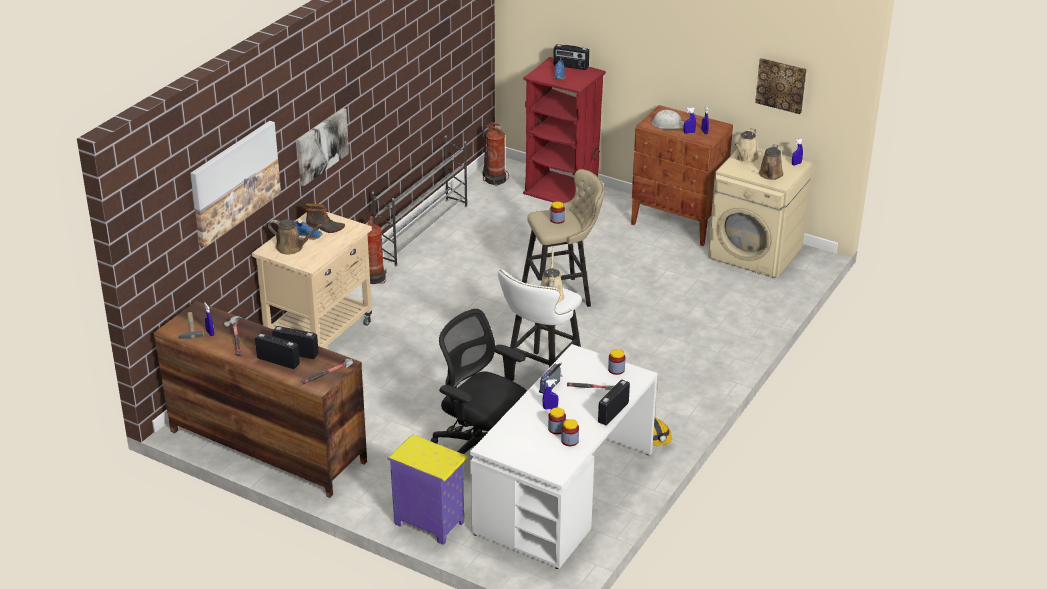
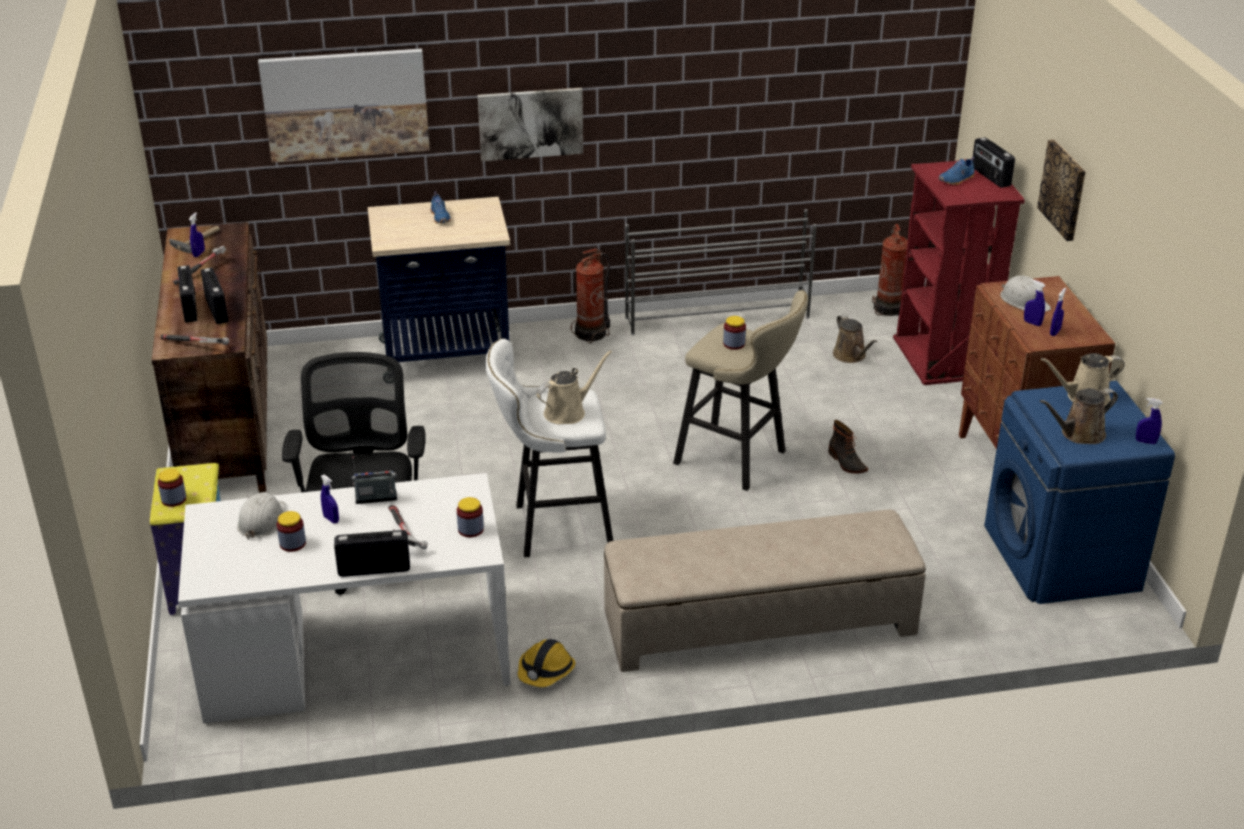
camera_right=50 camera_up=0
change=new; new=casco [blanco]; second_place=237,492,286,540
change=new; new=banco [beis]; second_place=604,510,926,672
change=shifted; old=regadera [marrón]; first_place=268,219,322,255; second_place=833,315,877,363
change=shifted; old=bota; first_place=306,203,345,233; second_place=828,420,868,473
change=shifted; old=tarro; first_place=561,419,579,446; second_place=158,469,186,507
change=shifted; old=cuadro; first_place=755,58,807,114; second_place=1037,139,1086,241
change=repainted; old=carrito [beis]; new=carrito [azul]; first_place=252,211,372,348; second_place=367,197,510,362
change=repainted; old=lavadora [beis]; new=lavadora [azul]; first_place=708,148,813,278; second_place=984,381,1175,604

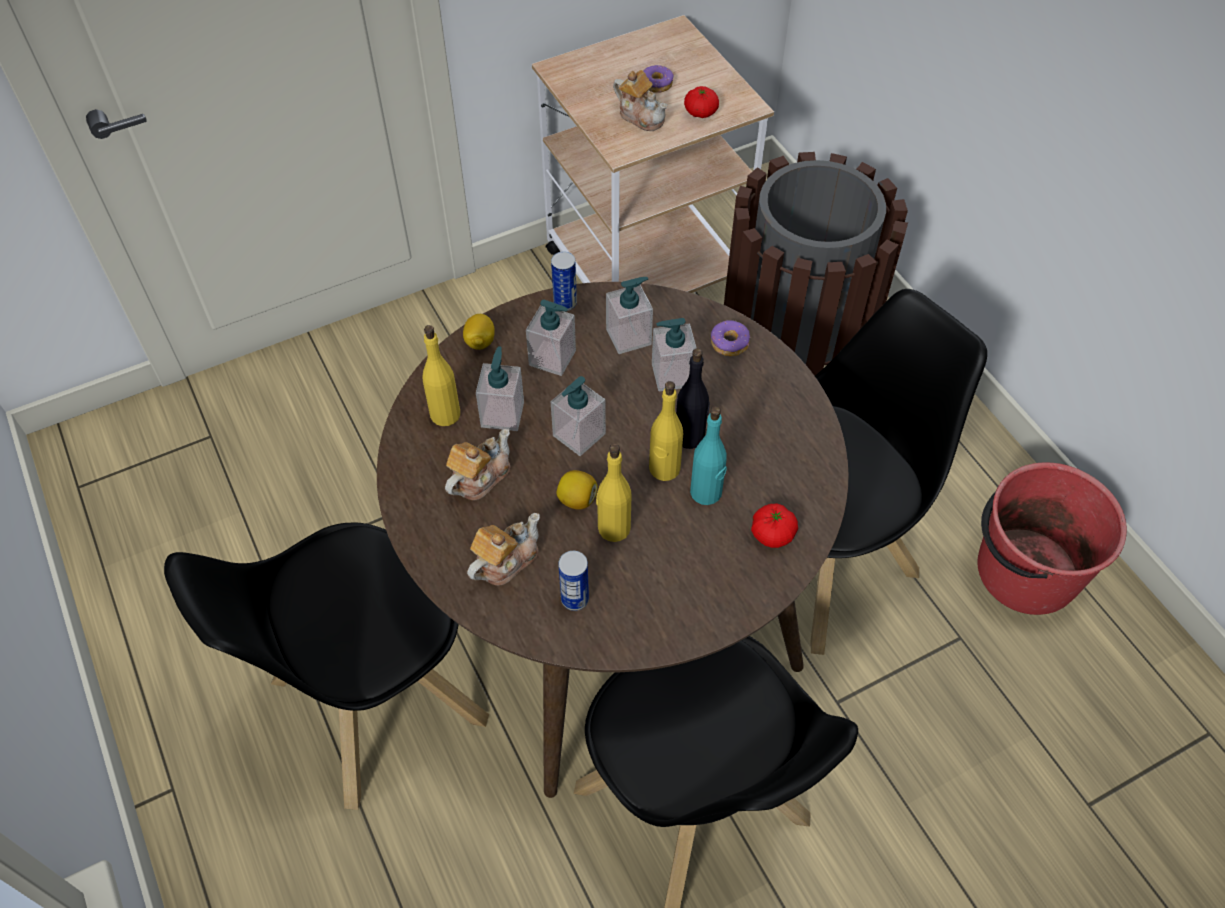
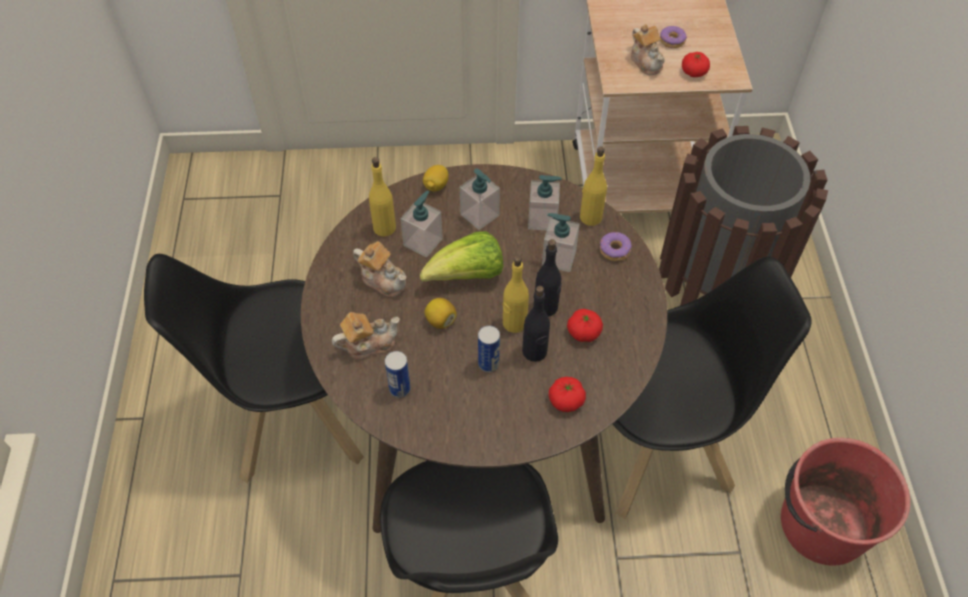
camera_right=25 camera_up=0
change=new; new=tomate; second_place=567,309,603,342
change=shifted; old=lata; first_place=551,251,577,311; second_place=478,325,500,372
change=shifted; old=botella [amarillo]; first_place=596,444,632,542; second_place=580,146,607,226
change=swapped; old=dispensador de jabón; new=lechuga; first_place=551,376,606,456; second_place=420,231,503,282
change=repainted; old=botella [turquesa]; new=botella [negro]; first_place=690,406,727,505; second_place=522,286,550,362
change=rotated; old=tetera; first_place=445,429,510,501; second_place=353,242,407,297; degrees=60

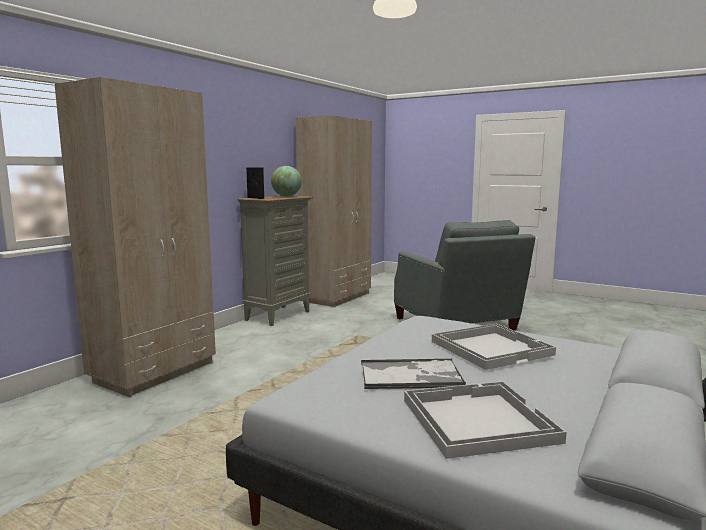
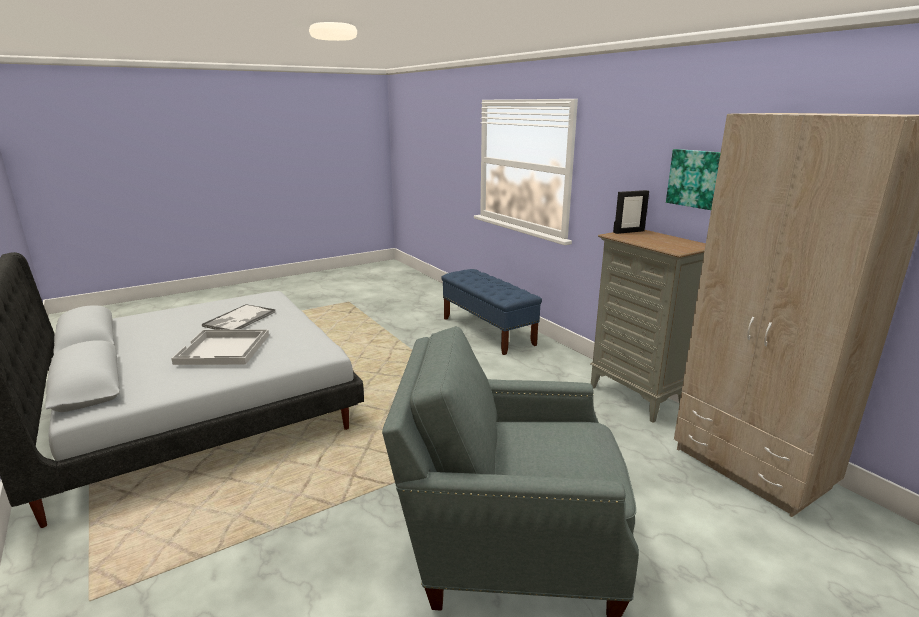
camera_right=115 camera_up=10
change=gone; old=globo terráqueo; first_place=271,166,302,197
change=gone; old=bandeja [blanco]; first_place=404,381,567,459
change=new; new=cuadro; second_place=666,149,721,210
change=swapped; old=armario ropero [beis]; new=banco [azul]; first_place=55,77,216,397; second_place=441,269,542,355

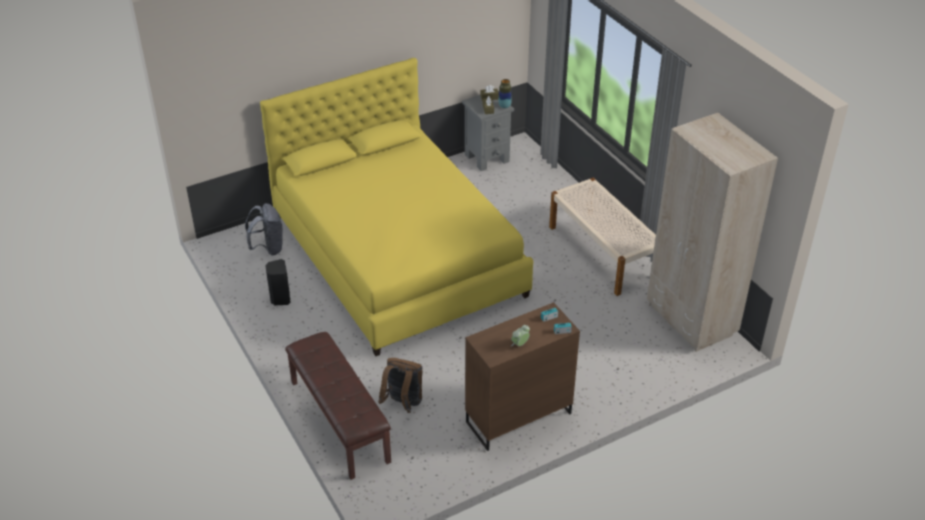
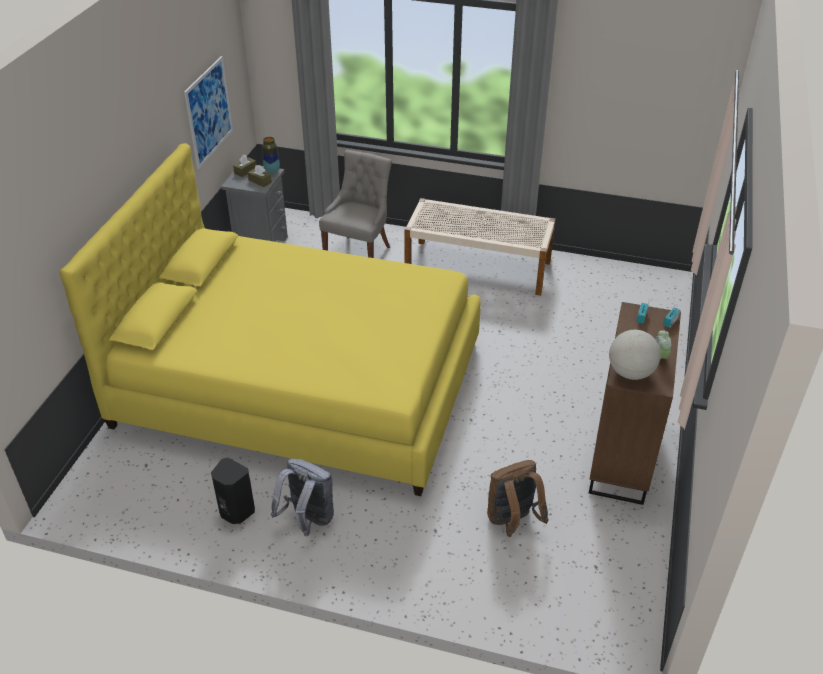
camera_right=-45 camera_up=0
change=gone; old=banco [marrón]; first_place=285,332,391,480
change=gone; old=armario ropero [beis]; first_place=647,113,778,352
change=new; new=cuadro; second_place=184,56,233,169
change=new; new=silla [gris]; second_place=319,150,392,258
change=new; new=globo terráqueo; second_place=609,330,661,380
change=shifted; old=mochila [gris]; first_place=245,203,283,256; second_place=271,459,334,536

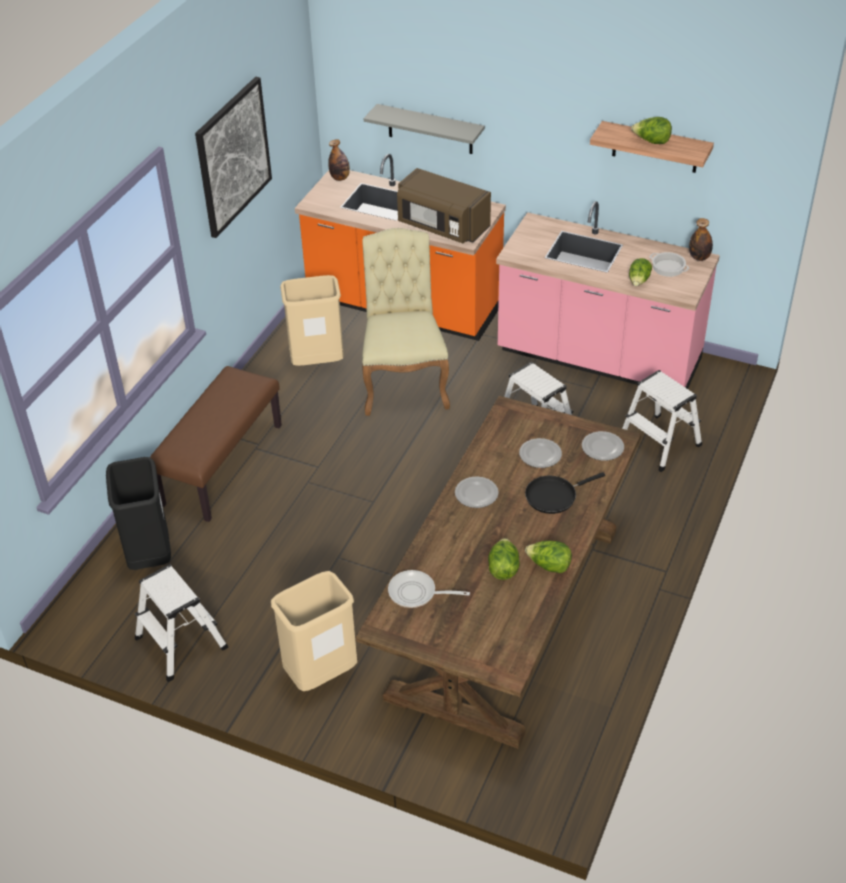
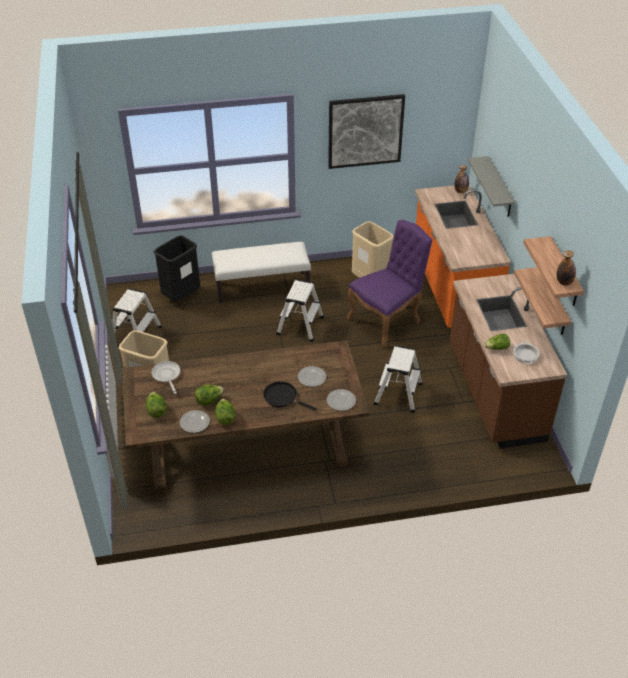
camera_right=55 camera_up=0
change=gone; old=microondas [marrón]; first_place=397,168,491,243
change=new; new=estante; second_place=514,267,572,335
change=shifted; old=plato; first_place=455,477,499,508; second_place=180,410,210,433
change=shifted; old=escalera de tijera [blanco]; first_place=622,370,702,472; second_place=276,279,324,342
change=shifted; old=lechuga; first_place=631,117,672,144; second_place=146,392,167,418
change=shifted; old=botella; first_place=689,218,713,261; second_place=557,251,576,285
change=repainted; old=banco [marrón]; new=banco [blanco]; first_place=150,366,282,522; second_place=212,242,311,303
change=repainted; old=silla [beis]; new=silla [morado]; first_place=362,228,450,416; second_place=347,219,432,349
change=repainted; old=mueble bajo de cocina [rosa]; new=mueble bajo de cocina [marrón]; first_place=496,201,720,389; second_place=450,274,567,449

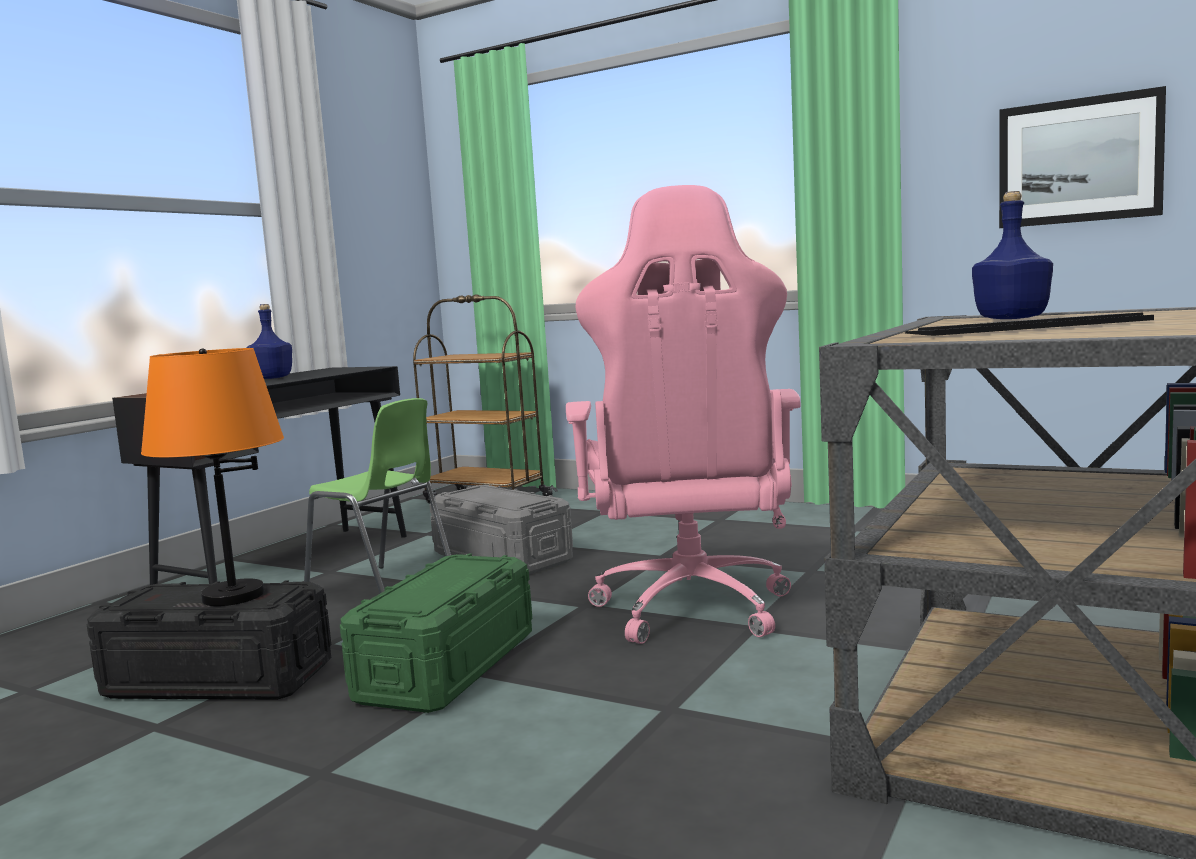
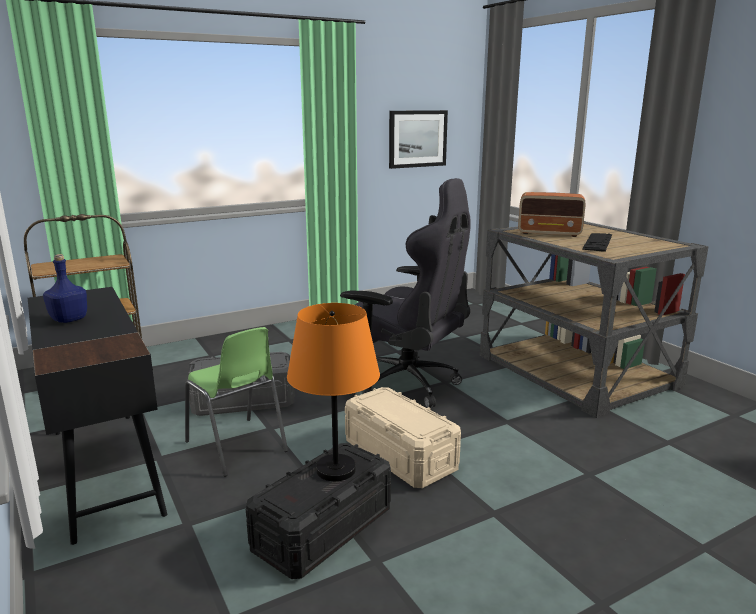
camera_right=-60 camera_up=10
change=swapped; old=botella [azul]; new=radio; first_place=972,191,1053,319; second_place=518,192,586,237
change=repainted; old=caja de almacenaje [verde]; new=caja de almacenaje [beis]; first_place=340,553,532,713; second_place=345,387,461,488
change=repainted; old=silla de oficina [rosa]; new=silla de oficina [negro]; first_place=566,185,801,644; second_place=340,178,471,408
change=rotated; old=silla [verde]; first_place=304,398,451,593; second_place=185,327,288,477; degrees=75

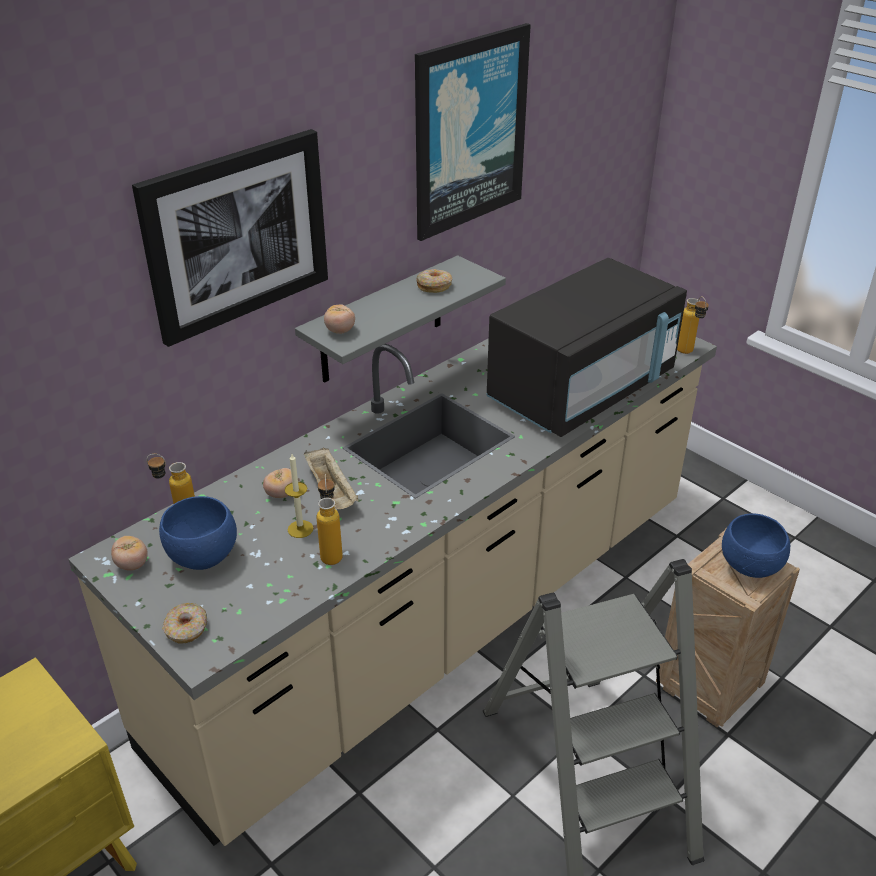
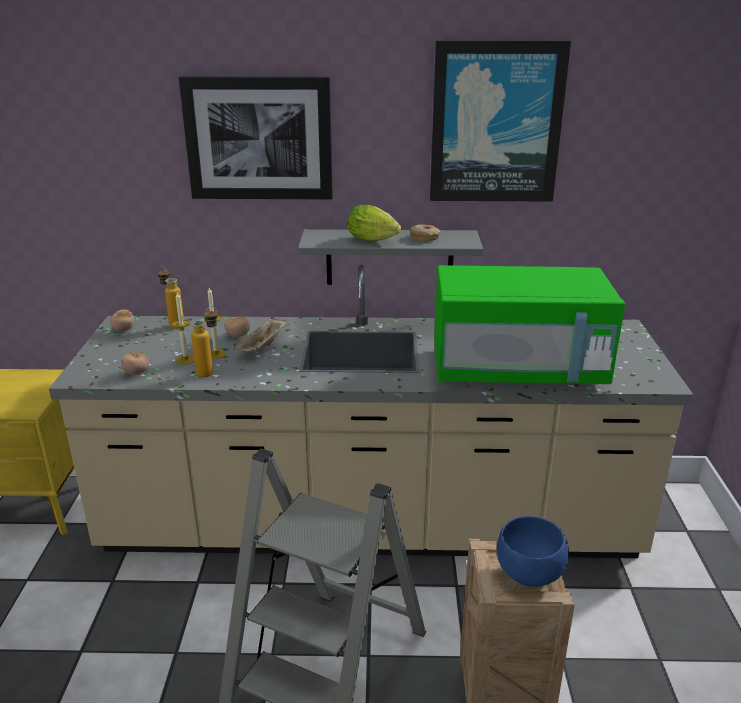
camera_right=45 camera_up=-10
change=gone; old=cuenco [azul]; first_place=159,496,237,570
change=gone; old=rosquilla; first_place=162,603,207,644
change=gone; old=botella; first_place=677,296,709,354
change=new; new=vela; second_place=173,292,194,365
change=new; new=lechuga; second_place=348,205,401,241
change=shifted; old=tomate; first_place=324,304,355,334; second_place=121,351,150,375
change=repainted; old=microondas [negro]; new=microondas [verde]; first_place=486,258,687,437; second_place=434,265,625,384

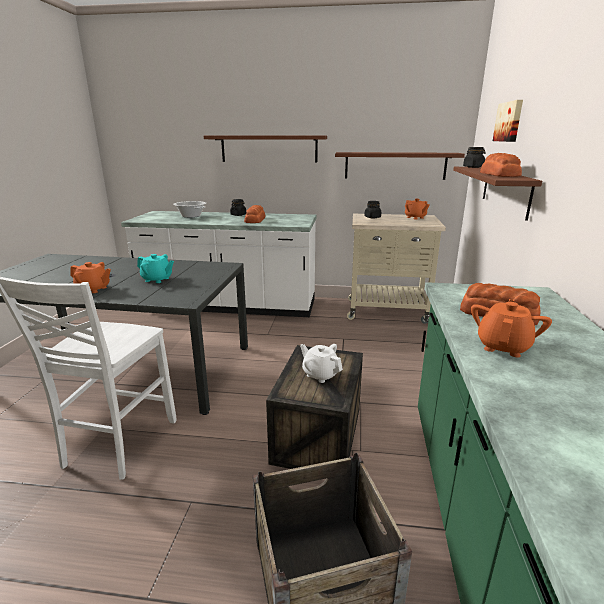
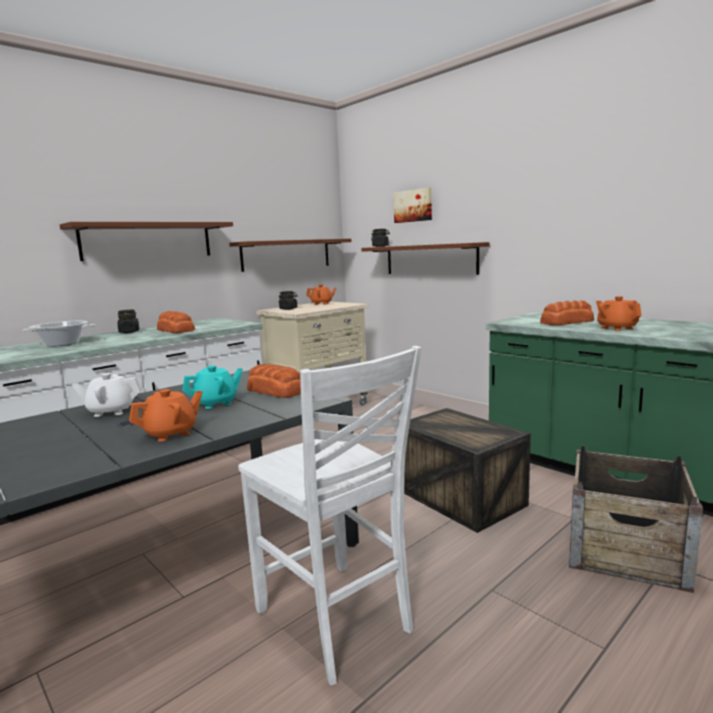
camera_right=-50 camera_up=-10
change=shifted; old=tetera [blanco]; first_place=300,344,343,383; second_place=72,373,142,417
change=shifted; old=pan; first_place=480,153,522,177; second_place=247,364,301,398

